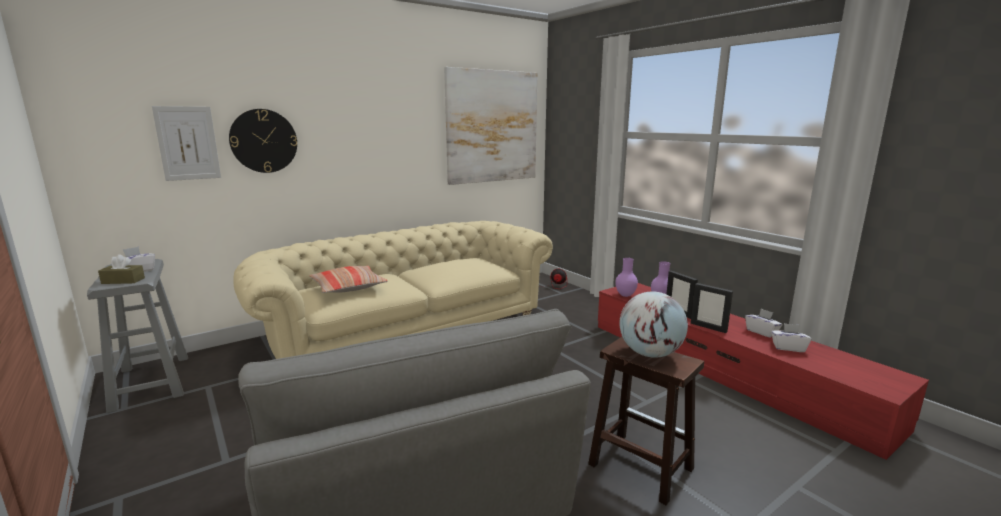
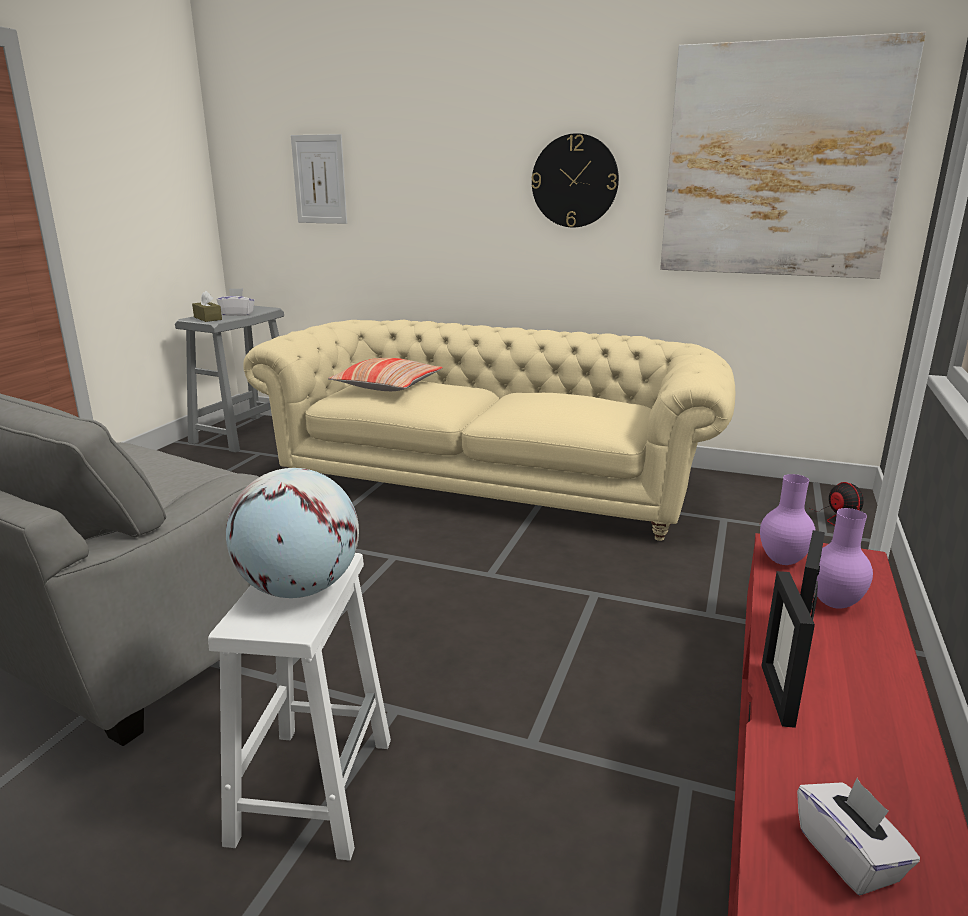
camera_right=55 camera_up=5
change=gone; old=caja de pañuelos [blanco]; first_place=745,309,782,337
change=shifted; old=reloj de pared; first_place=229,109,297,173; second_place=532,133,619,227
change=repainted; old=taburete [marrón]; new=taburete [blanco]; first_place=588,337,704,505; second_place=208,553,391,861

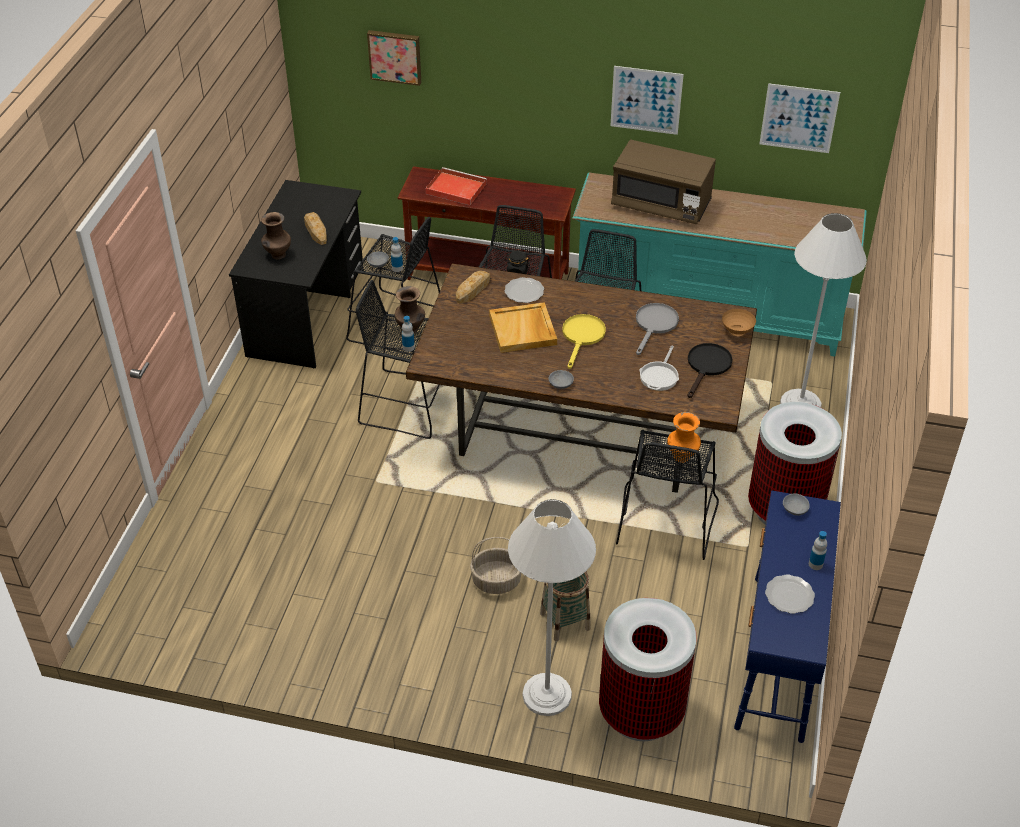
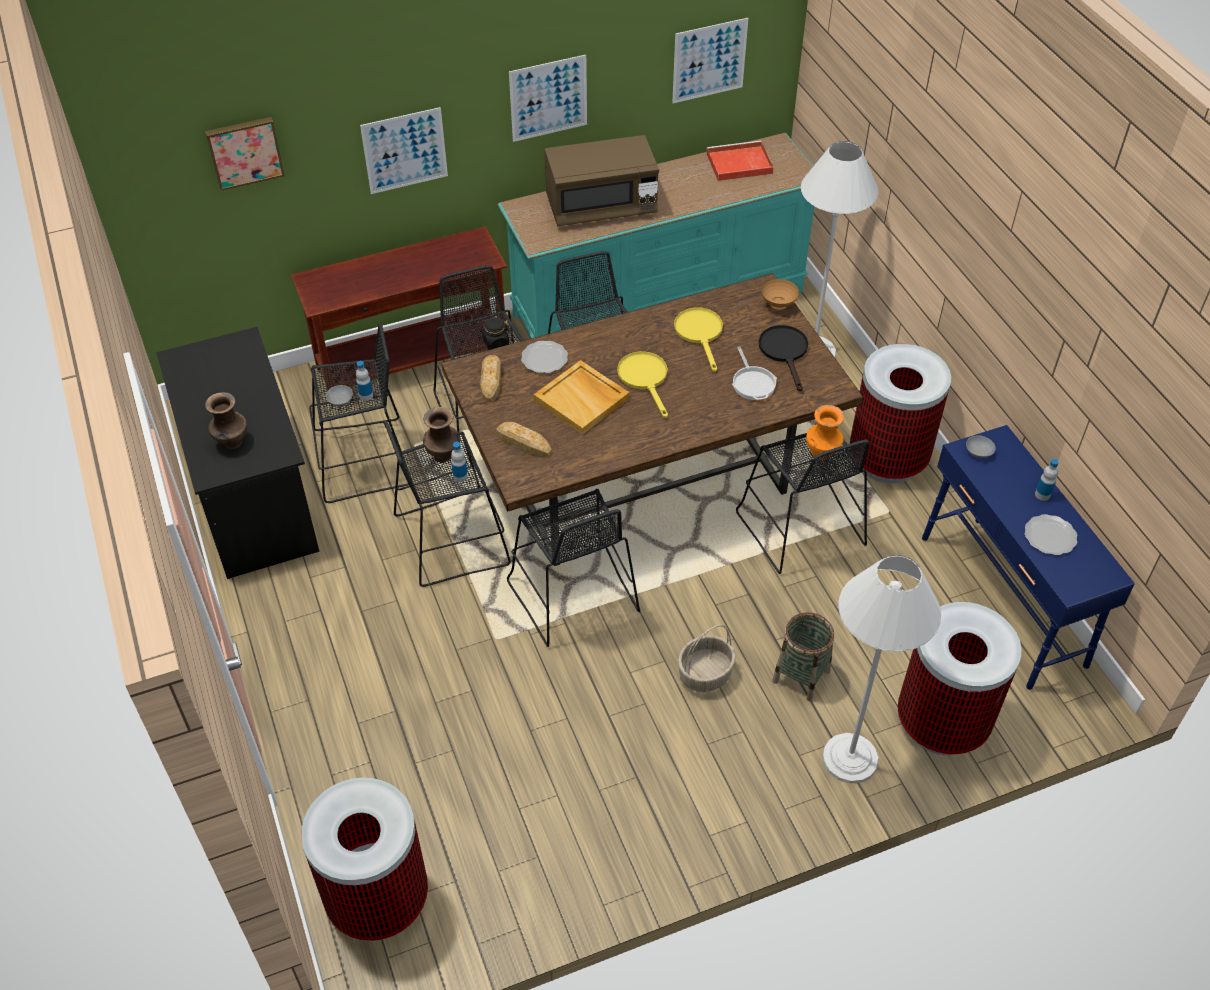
camera_right=-35 camera_up=5
change=gone; old=cuenco [gris]; first_place=548,370,574,389
change=new; new=papelera; second_place=301,778,428,941
change=new; new=cuadro; second_place=360,107,448,194
change=new; new=taburete [negro]; second_place=507,489,640,647
change=shifted; old=pan; first_place=304,212,327,245; second_place=496,422,552,458
change=shifted; old=bandeja [rojo]; first_place=425,167,487,205; second_place=707,140,774,181
change=repainted; old=sartén [gris]; new=sartén [amarillo]; first_place=636,303,679,355; second_place=674,307,723,372

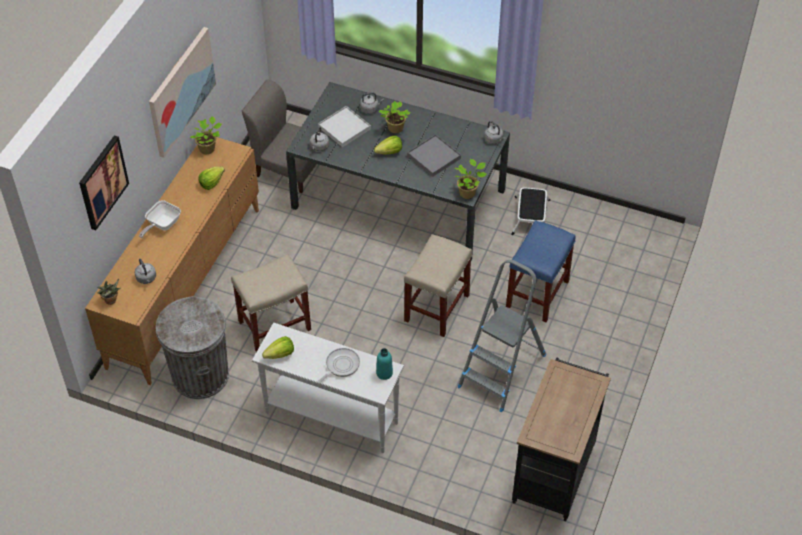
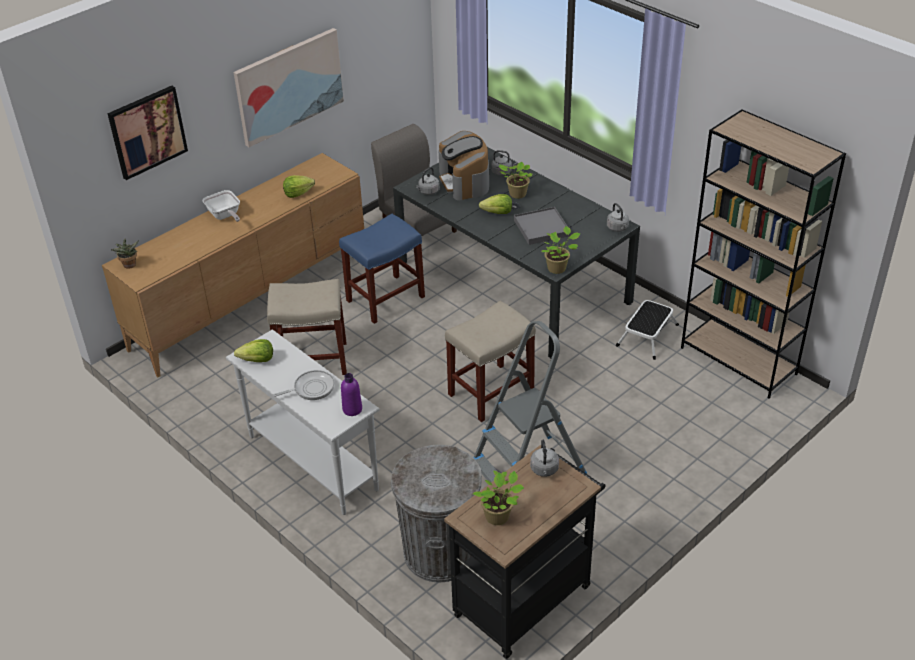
camera_right=25 camera_up=-10
change=new; new=estantería [beis]; second_place=681,110,846,399
change=shifted; old=hervidor [gris]; first_place=135,259,156,284; second_place=530,440,559,477
change=shifted; old=papelera [gris]; first_place=156,296,229,399; second_place=391,445,482,582
change=shifted; old=planta en maceta; first_place=190,116,222,154; second_place=473,470,524,525
change=shifted; old=taburete [azul]; first_place=506,220,576,322; second_place=339,214,425,324
change=swapped; old=bandeja [blanco]; new=cafetera; first_place=318,106,371,147; second_place=439,131,489,200
change=repainted; old=botella [turquesa]; new=botella [morado]; first_place=376,348,393,380; second_place=341,373,362,416
change=rotated; old=sartén; first_place=139,200,181,238; second_place=202,190,240,222; degrees=-90

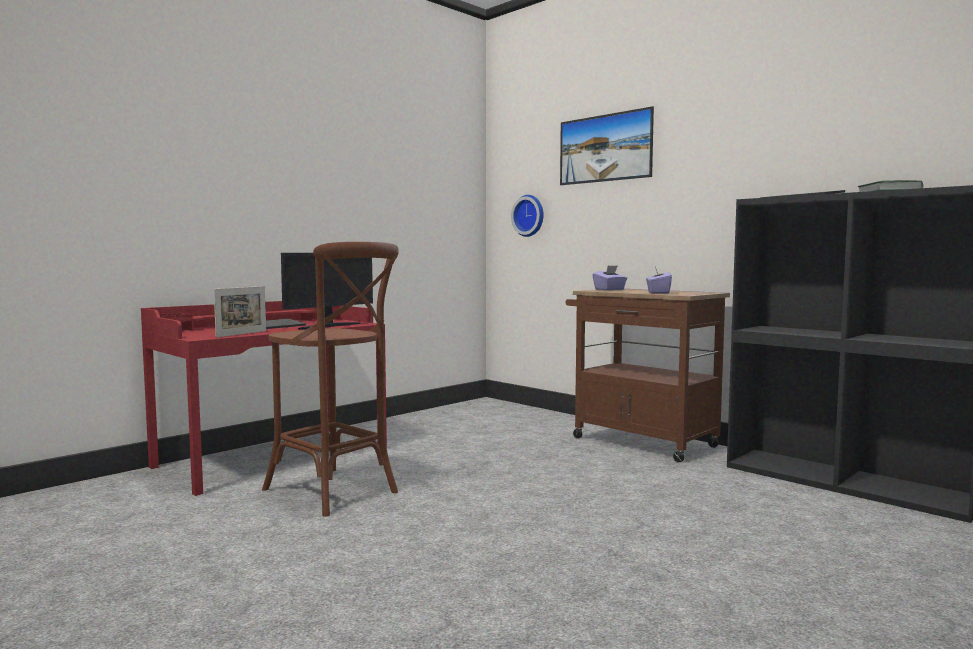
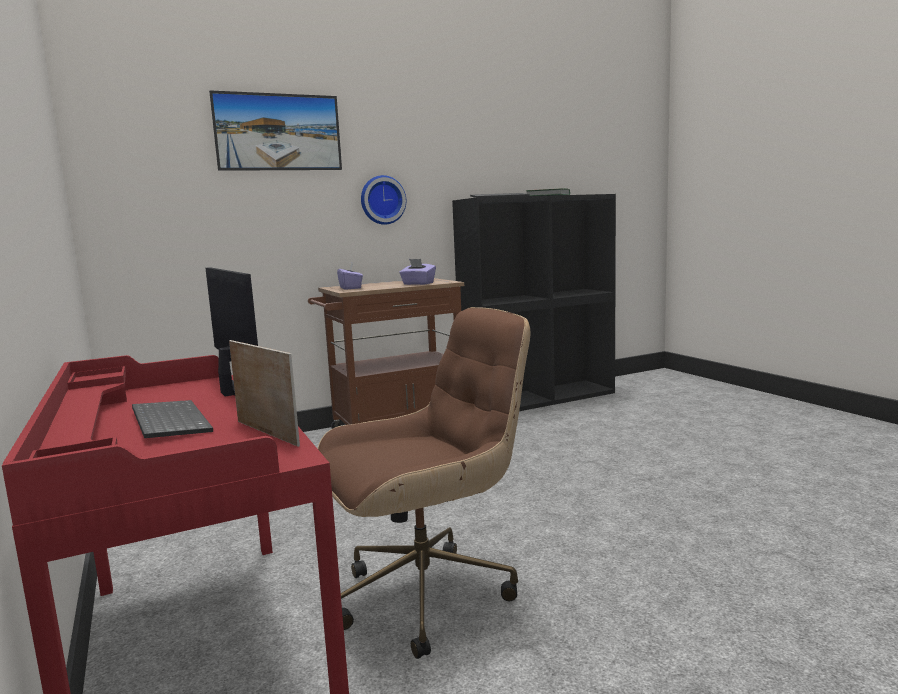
camera_right=-70 camera_up=5
change=shifted; old=reloj de pared; first_place=511,195,544,237; second_place=361,175,406,225
change=swapped; old=taburete [marrón]; new=silla de oficina [marrón]; first_place=262,242,399,517; second_place=317,307,530,659

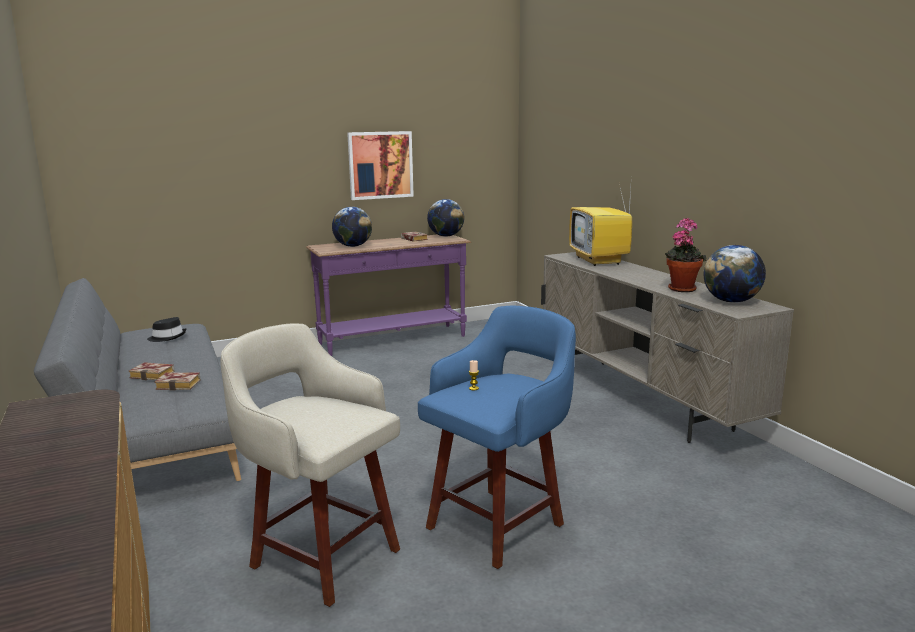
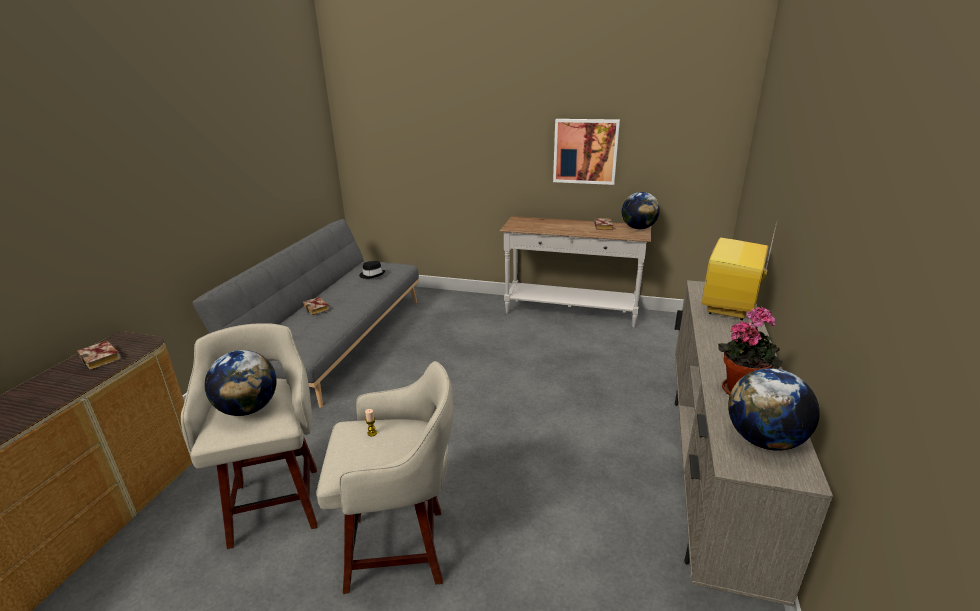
camera_right=40 camera_up=10
change=shifted; old=libro; first_place=155,373,201,391; second_place=77,341,121,370
change=shifted; old=globo terráqueo; first_place=332,207,372,247; second_place=205,350,277,416
change=repainted; old=mesa consola [morado]; new=mesa consola [blanco]; first_place=306,235,471,356; second_place=499,216,651,327
change=repainted; old=taburete [azul]; new=taburete [beis]; first_place=418,306,576,569; second_place=317,361,454,594

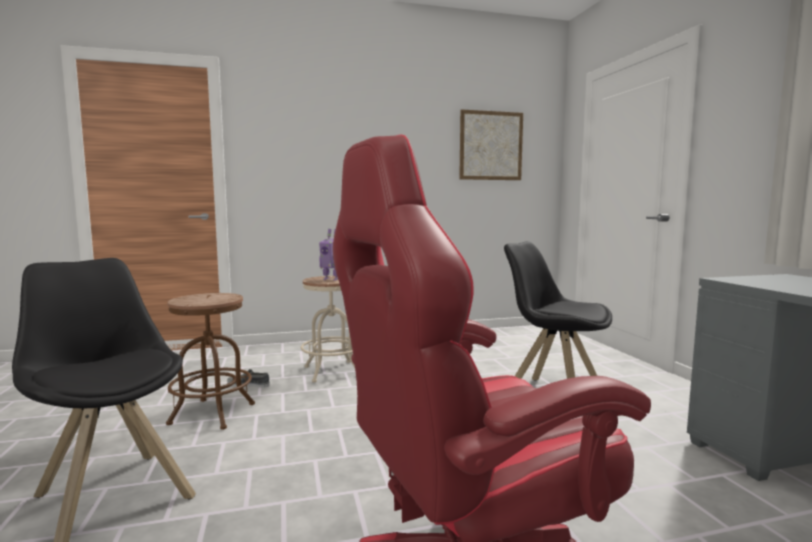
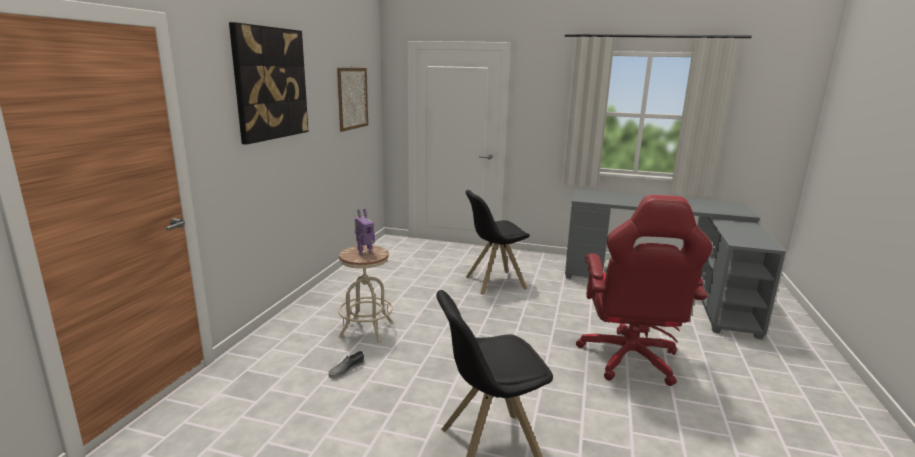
camera_right=-60 camera_up=10
change=gone; old=taburete [marrón]; first_place=166,293,255,430
change=new; new=cuadro; second_place=229,22,308,145

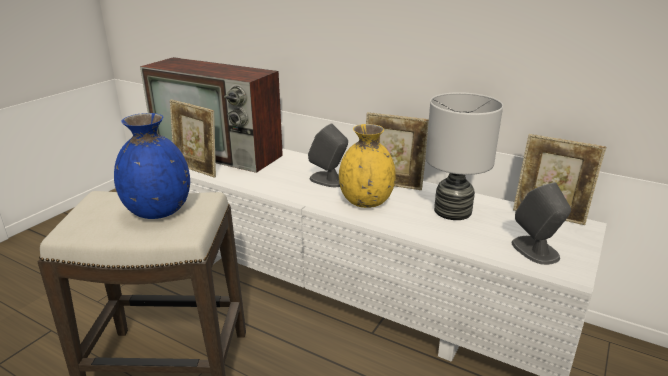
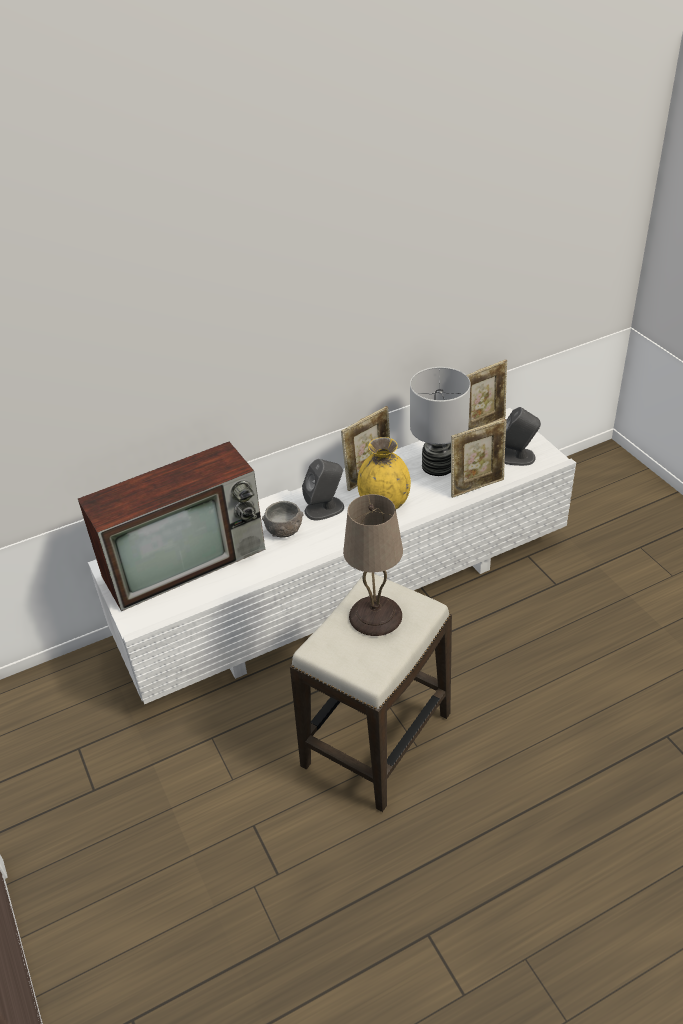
camera_right=-55 camera_up=15
change=new; new=cuenco [gris]; second_place=262,501,304,538
change=shifted; old=portarretratos; first_place=170,99,216,178; second_place=451,419,507,498
change=swapped; old=florero [azul]; new=lámpara de mesa [beis]; first_place=114,113,190,219; second_place=343,494,403,636

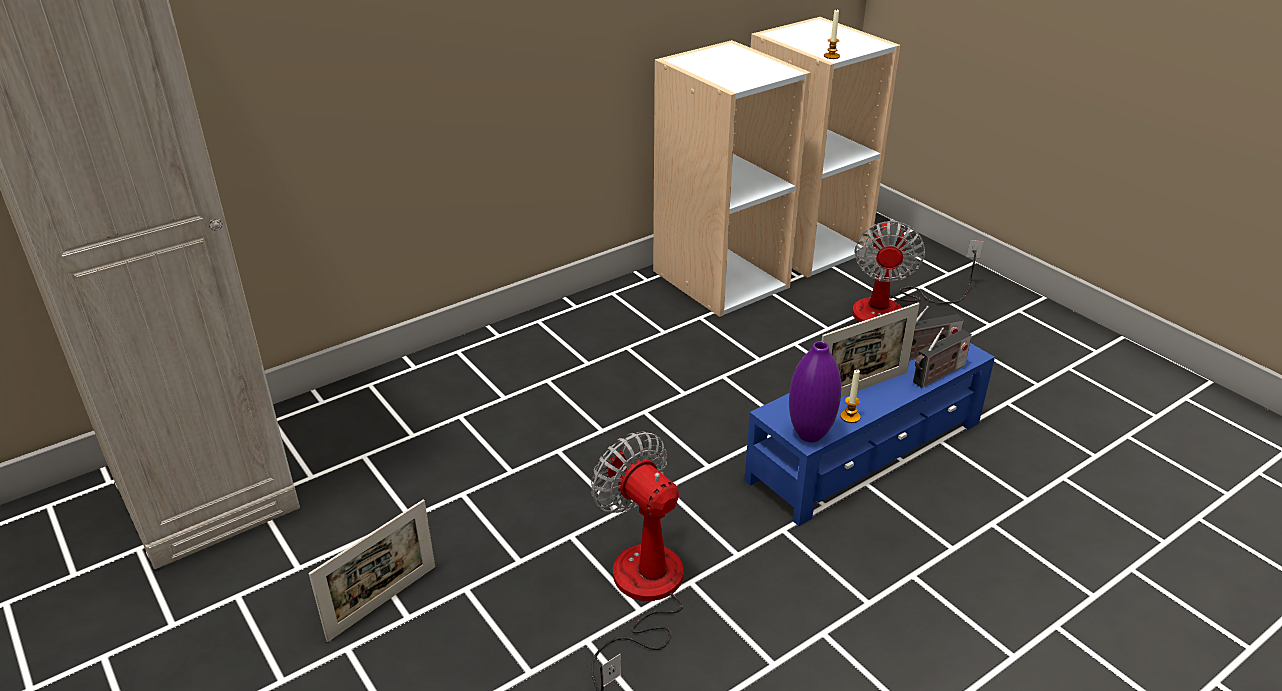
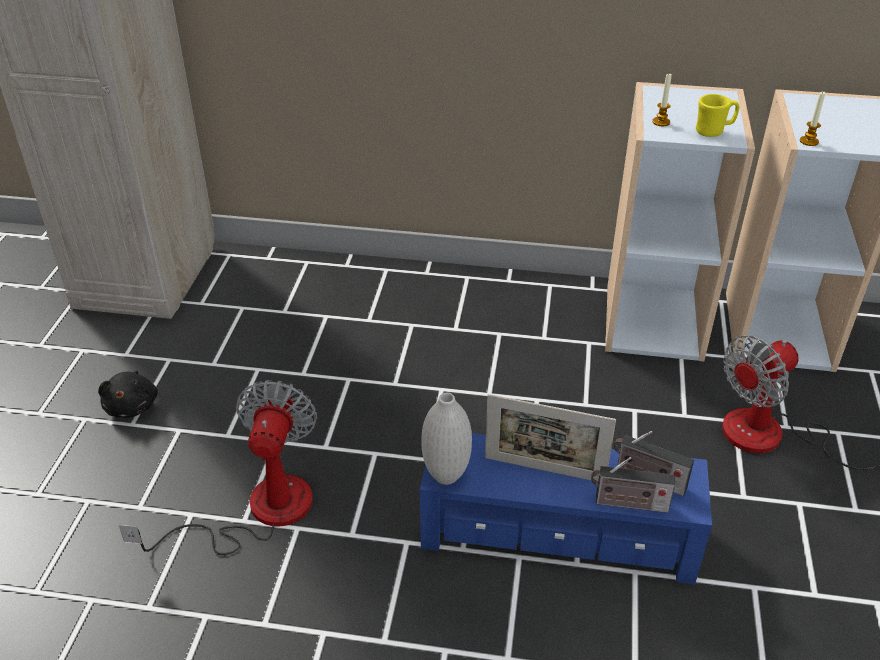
camera_right=45 camera_up=5
change=new; new=taza grande [amarillo]; second_place=696,94,740,137
change=shifted; old=vela; first_place=840,370,860,423; second_place=652,74,672,126
change=swapped; old=portarretratos; new=peluche [negro]; first_place=309,499,435,642; second_place=98,371,158,418
change=repainted; old=florero [morado]; new=florero [blanco]; first_place=789,341,842,442; second_place=421,393,472,485

